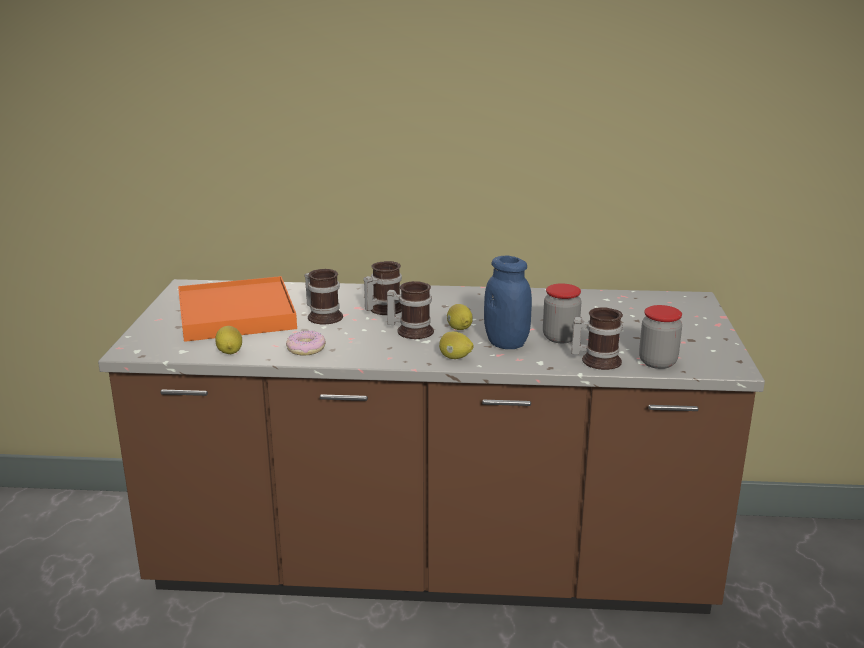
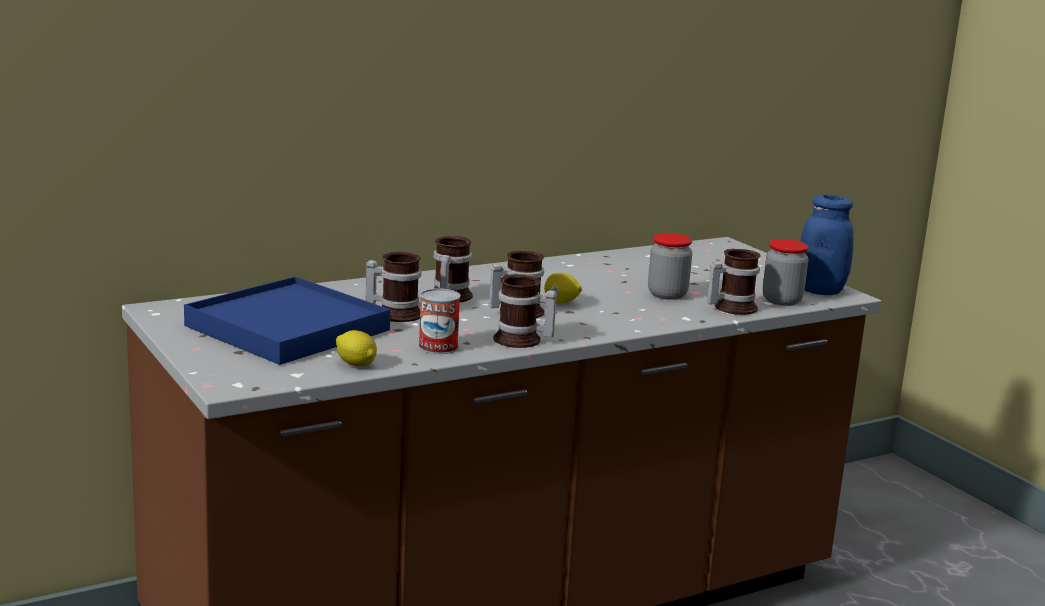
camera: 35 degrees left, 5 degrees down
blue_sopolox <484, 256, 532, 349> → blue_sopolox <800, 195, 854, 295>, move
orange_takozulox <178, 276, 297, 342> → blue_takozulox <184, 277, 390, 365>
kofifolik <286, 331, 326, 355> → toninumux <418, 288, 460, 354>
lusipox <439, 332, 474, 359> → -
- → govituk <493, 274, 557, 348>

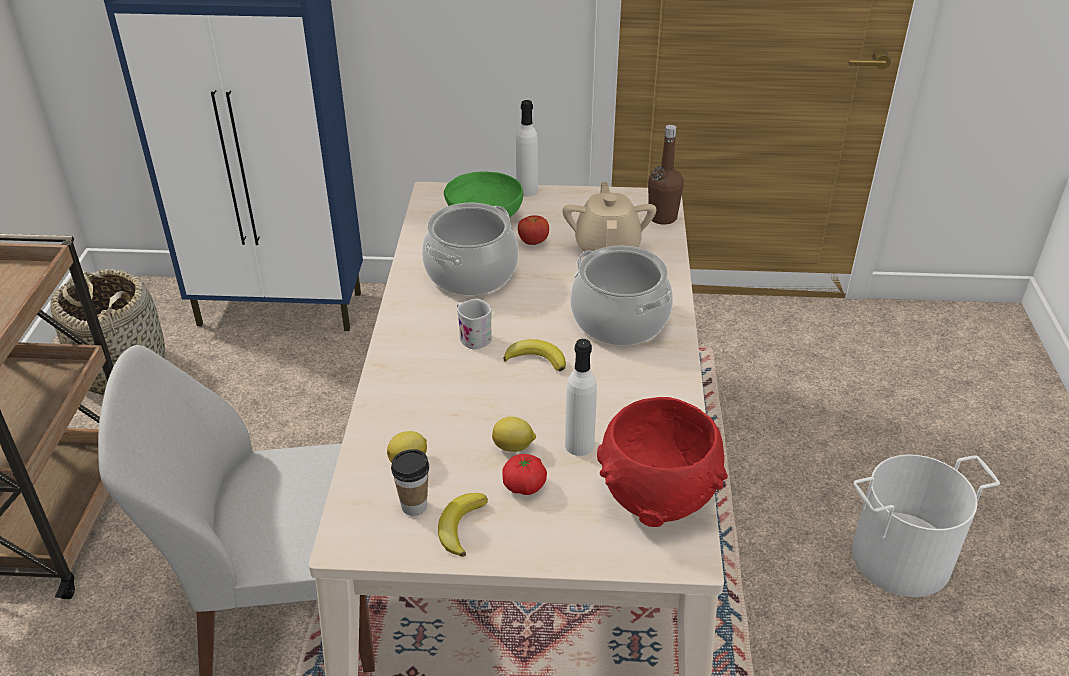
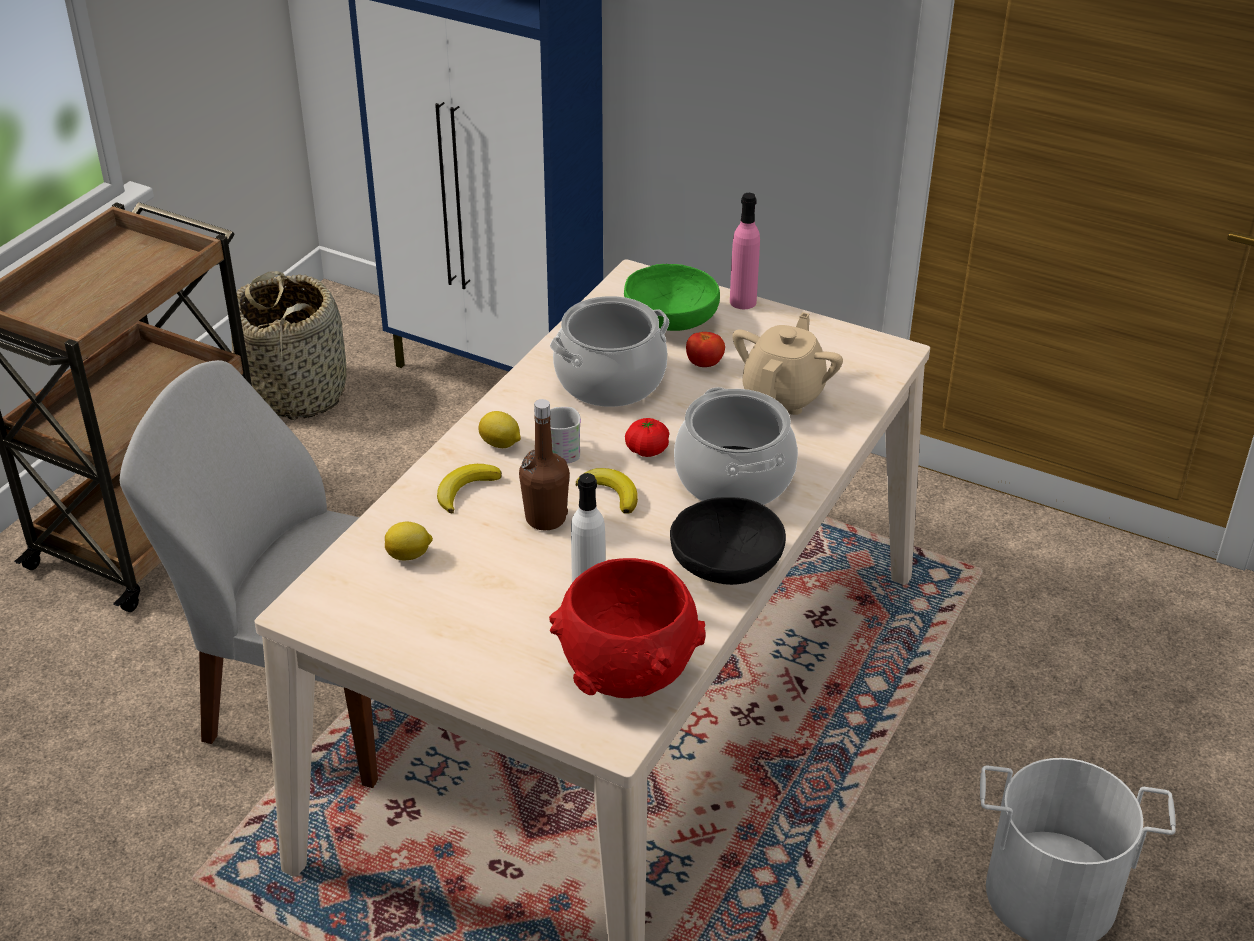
camera: 25 degrees right, 0 degrees up
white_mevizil <516, 100, 538, 197> → pink_mevizil <730, 193, 760, 309>
brown_mevizil <648, 125, 684, 225> → brown_mevizil <519, 399, 570, 530>, move
lusipox <492, 417, 536, 452> → lusipox <478, 411, 521, 448>, move
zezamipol <391, 449, 429, 516> → -
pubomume <502, 454, 547, 495> → pubomume <625, 418, 669, 457>, move
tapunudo <438, 493, 488, 557> → tapunudo <437, 464, 502, 513>, move
- → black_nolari <670, 497, 786, 585>

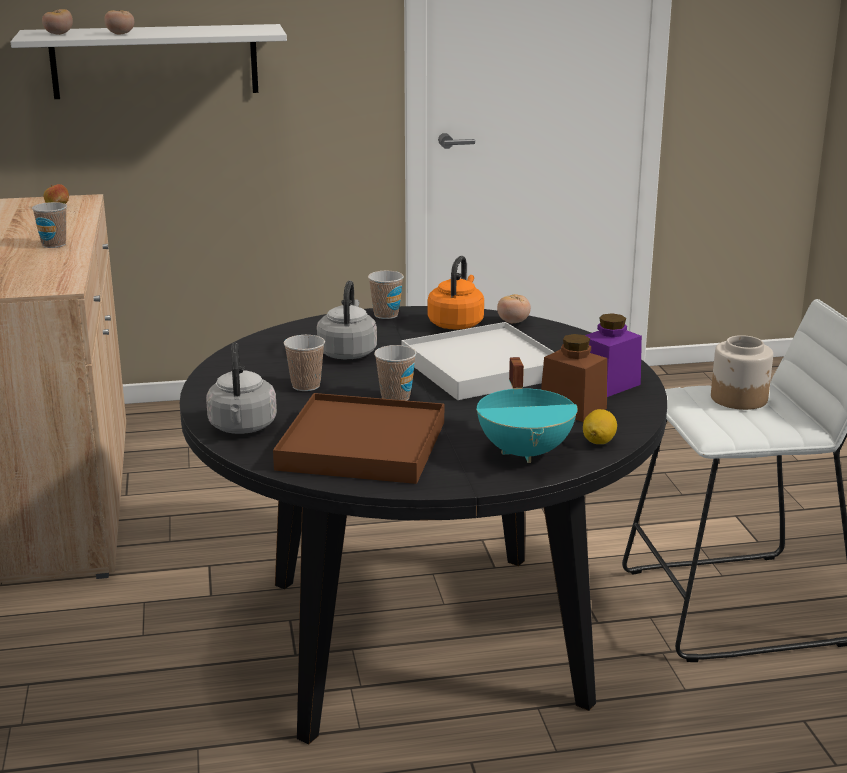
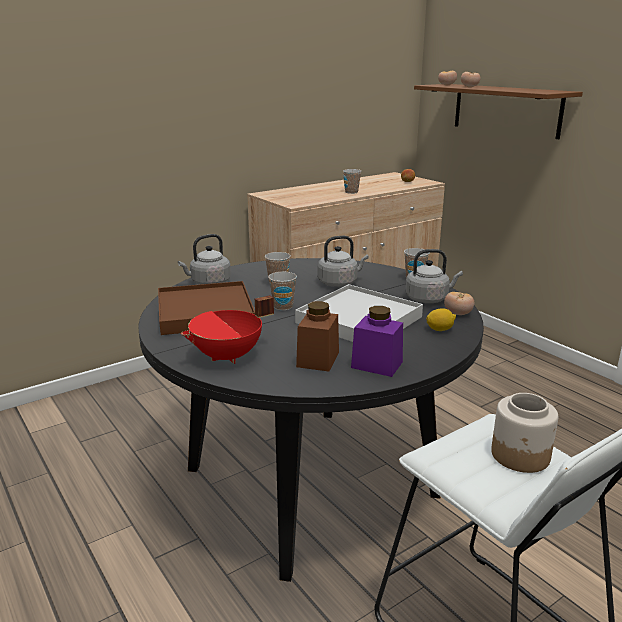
camera: 65 degrees right, 0 degrees up
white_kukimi <11, 24, 287, 99> → brown_kukimi <414, 84, 583, 139>
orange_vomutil <428, 256, 484, 330> → grey_vomutil <405, 249, 463, 303>
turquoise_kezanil <476, 357, 578, 463> → red_kezanil <181, 295, 274, 364>
lusipox <583, 409, 617, 444> → lusipox <426, 309, 456, 331>, move

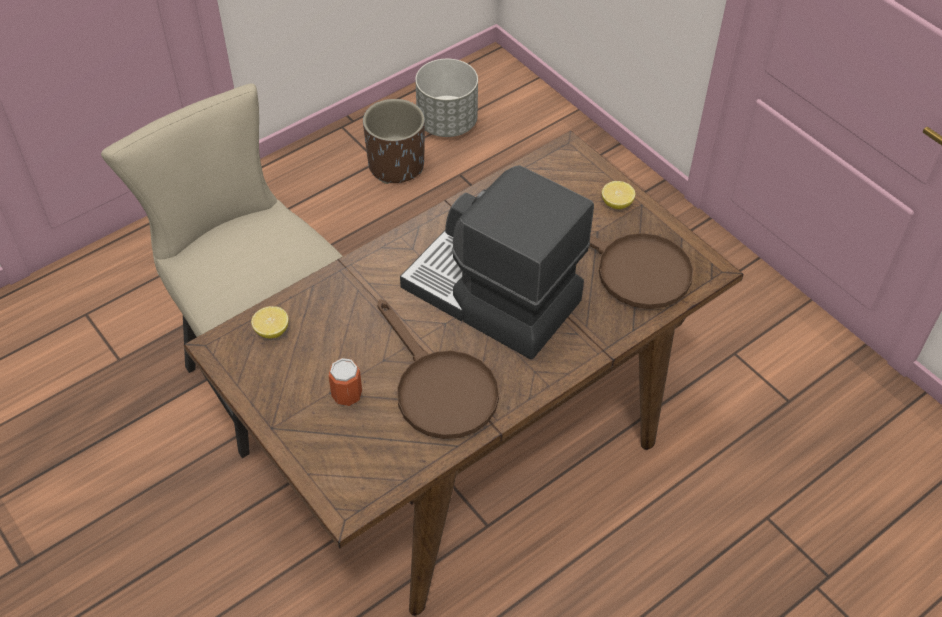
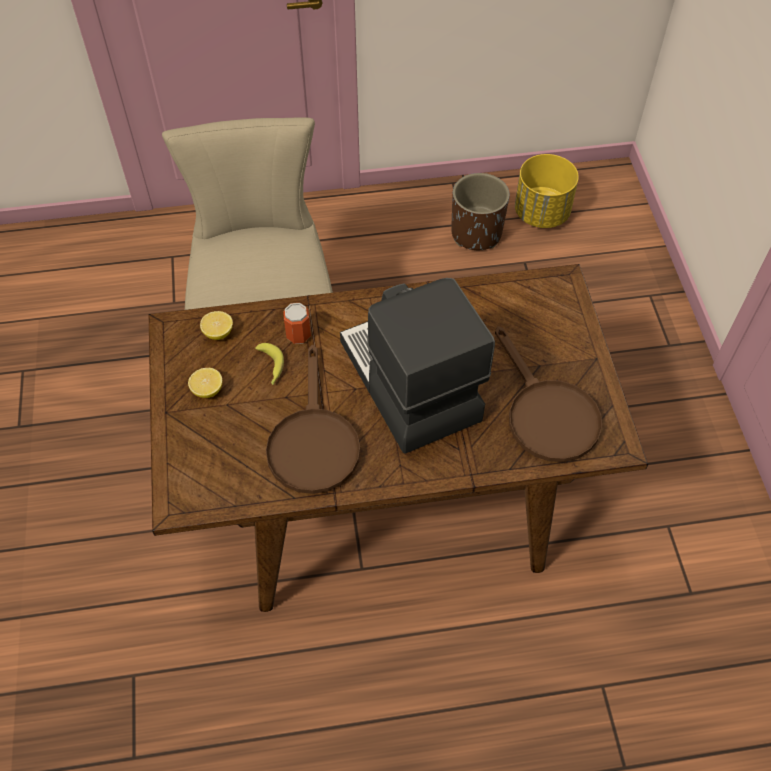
camera: 30 degrees right, 5 degrees up
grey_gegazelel <415, 59, 478, 137> → yellow_gegazelel <515, 154, 579, 228>
lusipox <602, 181, 635, 209> → lusipox <188, 368, 222, 398>, move
toninumux <329, 358, 362, 406> → toninumux <283, 303, 311, 344>, move
- → tapunudo <255, 343, 284, 385>

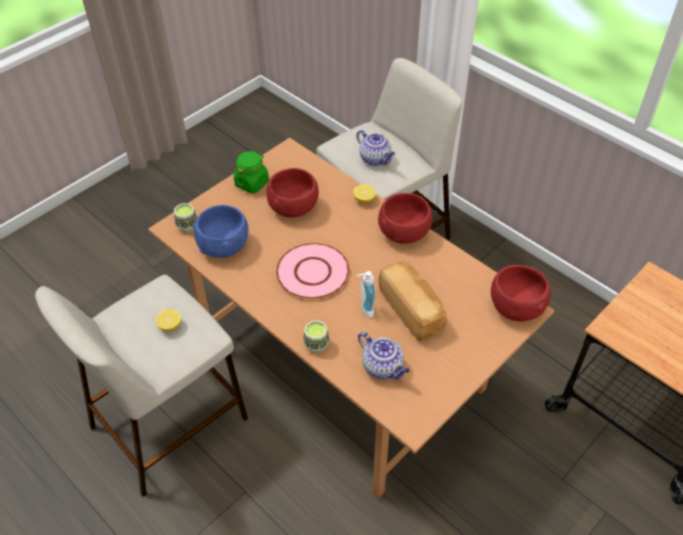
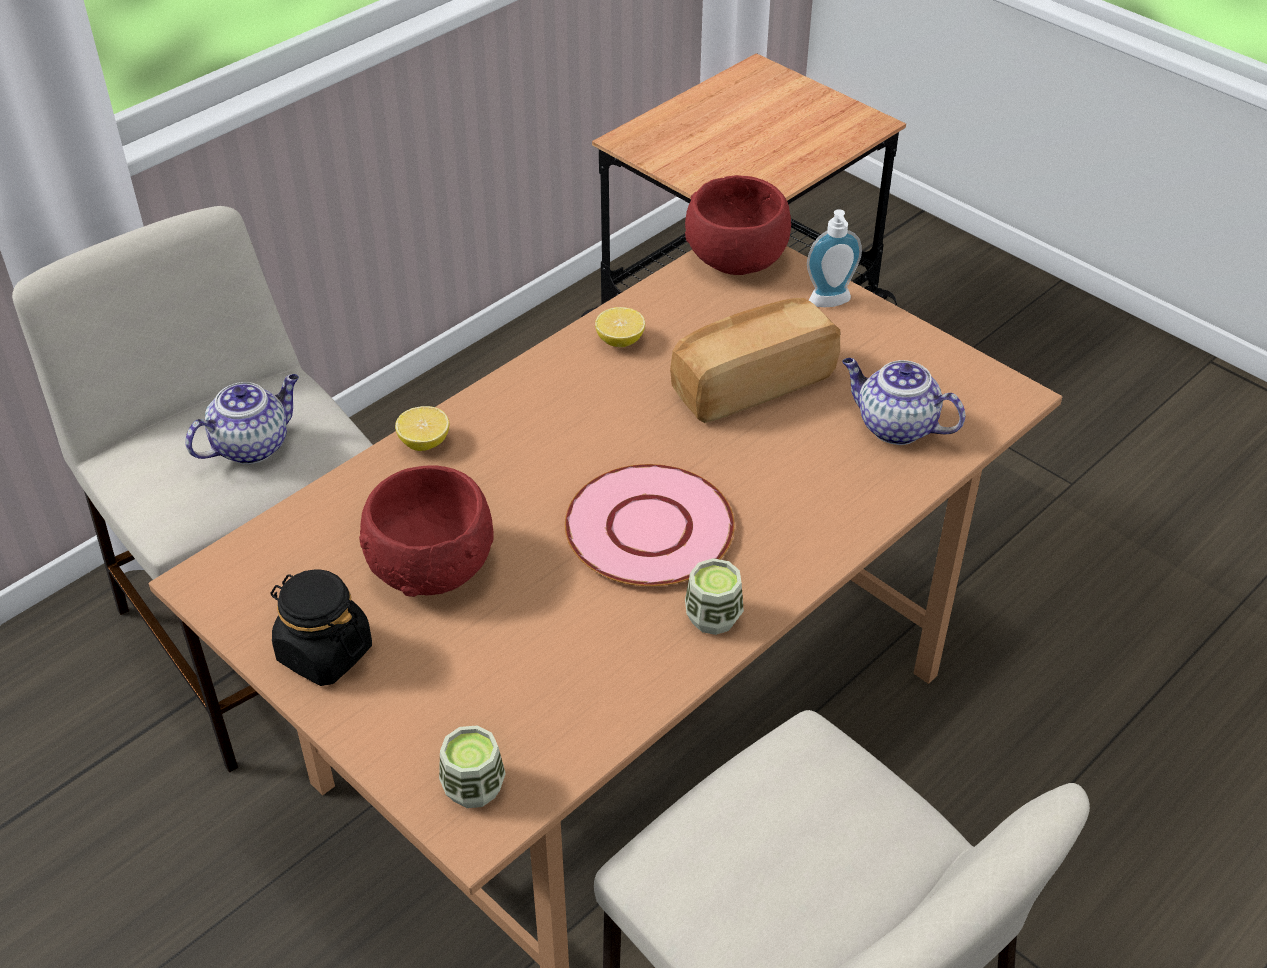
camera: 90 degrees left, 5 degrees down
green_sopolox <234, 151, 269, 194> → black_sopolox <271, 569, 372, 686>
red_nolari <378, 193, 432, 244> → -
blue_nolari <193, 205, 248, 258> → -
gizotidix <357, 271, 375, 318> → gizotidix <807, 209, 862, 307>, move
lusipox <156, 309, 181, 331> → lusipox <595, 307, 645, 347>, move
zezamipol <303, 320, 330, 353> → zezamipol <685, 558, 744, 635>, move
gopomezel <358, 332, 410, 380> → gopomezel <842, 358, 966, 445>, 105 degrees counterclockwise

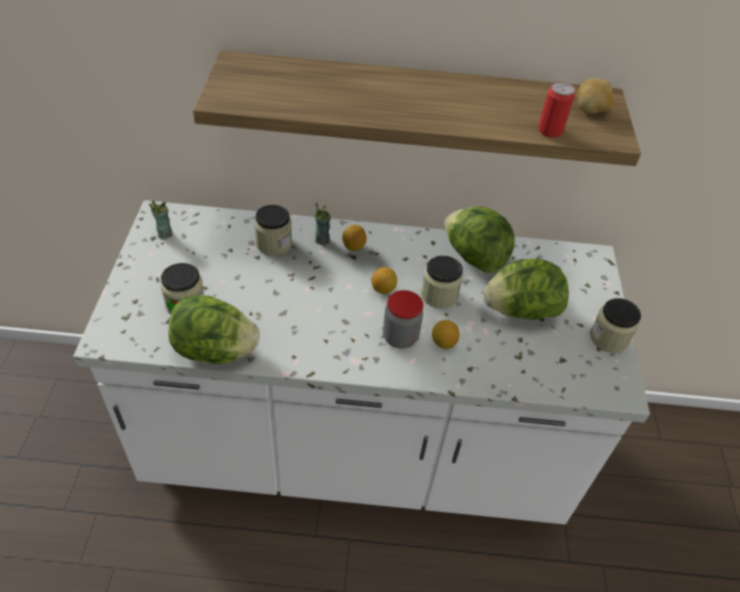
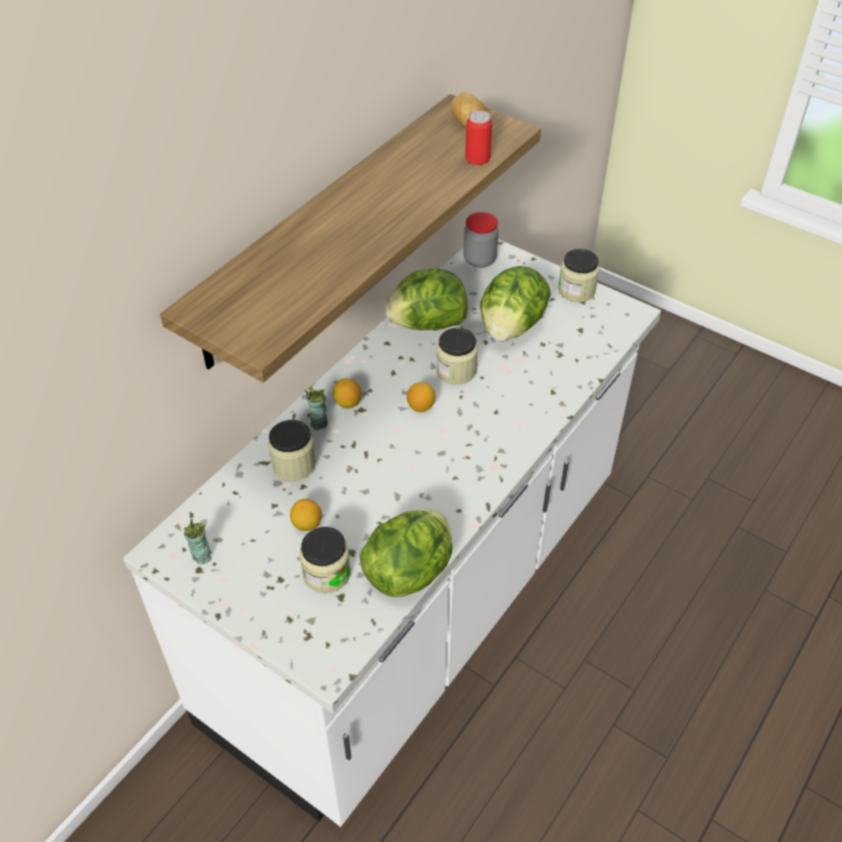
camera: 55 degrees left, 0 degrees up
sopolox <383, 290, 423, 349> → sopolox <464, 212, 499, 268>, move
lusipox <432, 320, 459, 349> → lusipox <290, 499, 322, 531>, move

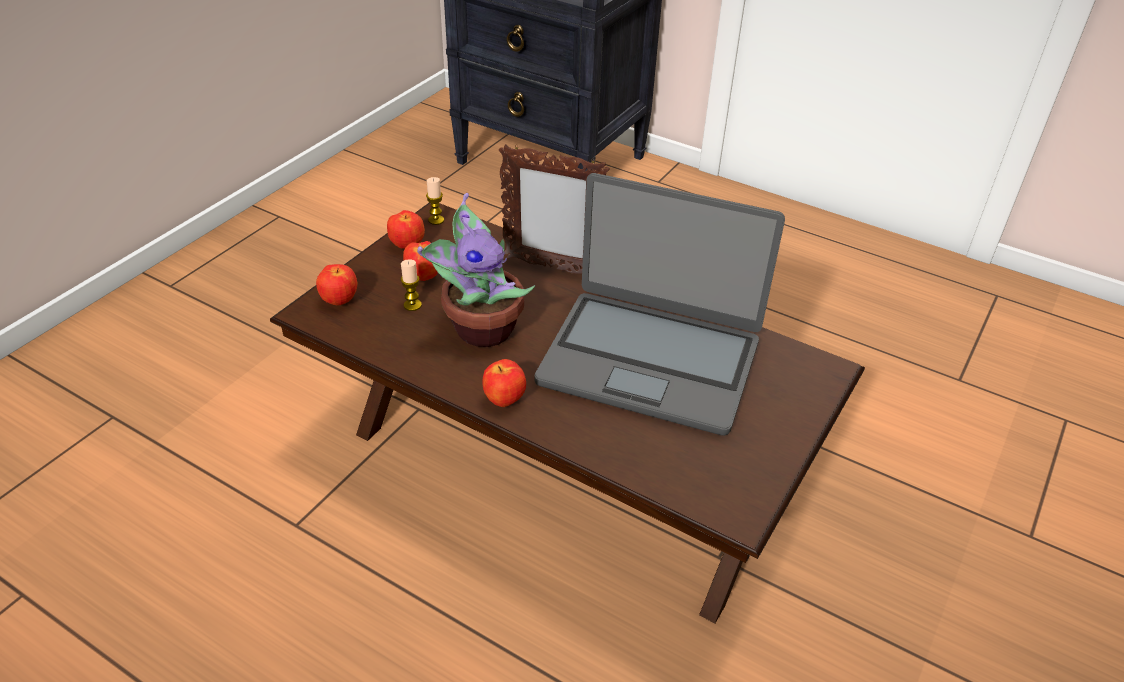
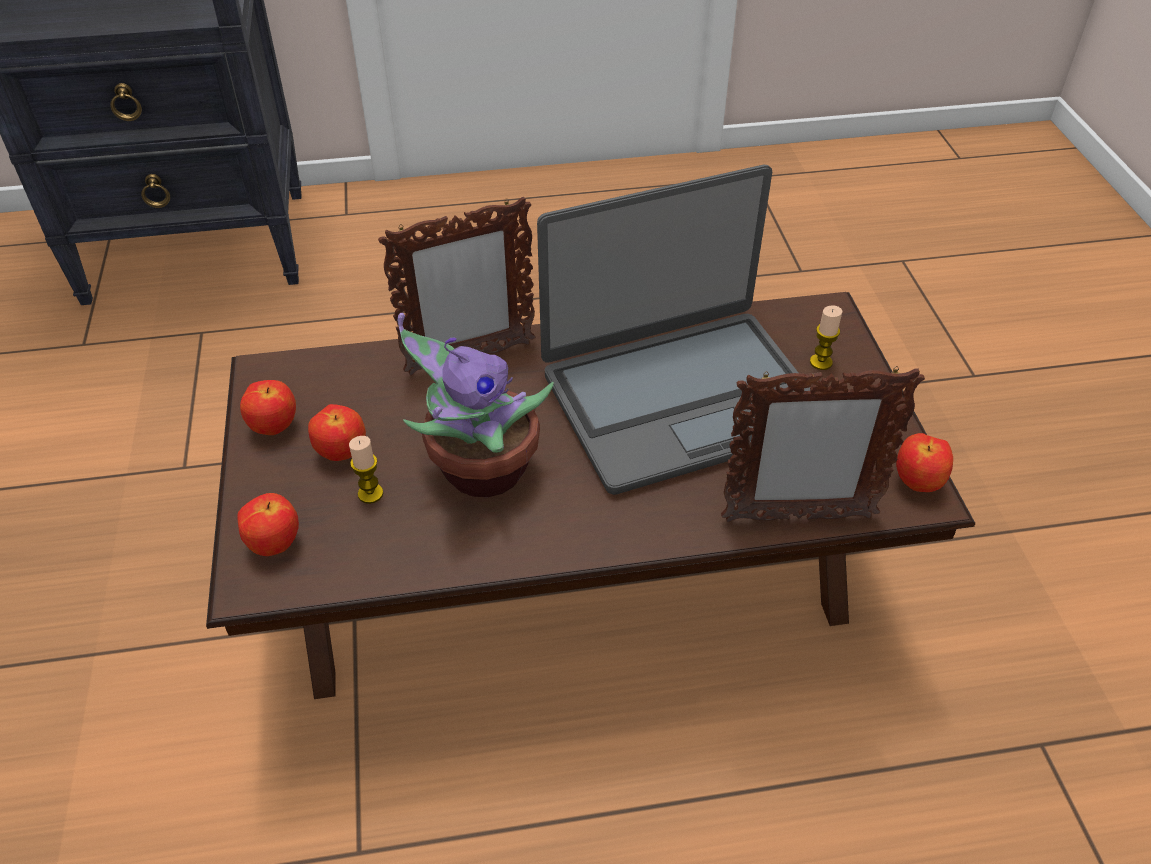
camera: 40 degrees left, 5 degrees up
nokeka <426, 177, 444, 225> → nokeka <810, 305, 842, 370>, move
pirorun <482, 359, 526, 407> → pirorun <896, 433, 953, 492>, move
- → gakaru <721, 366, 925, 522>

